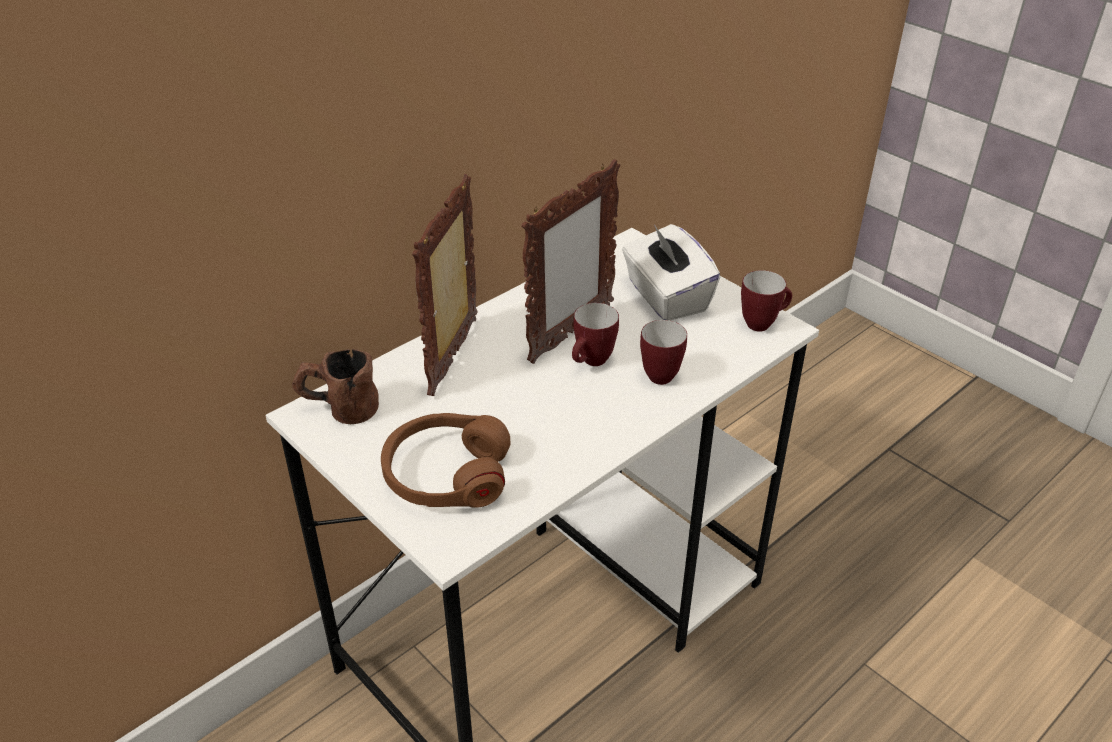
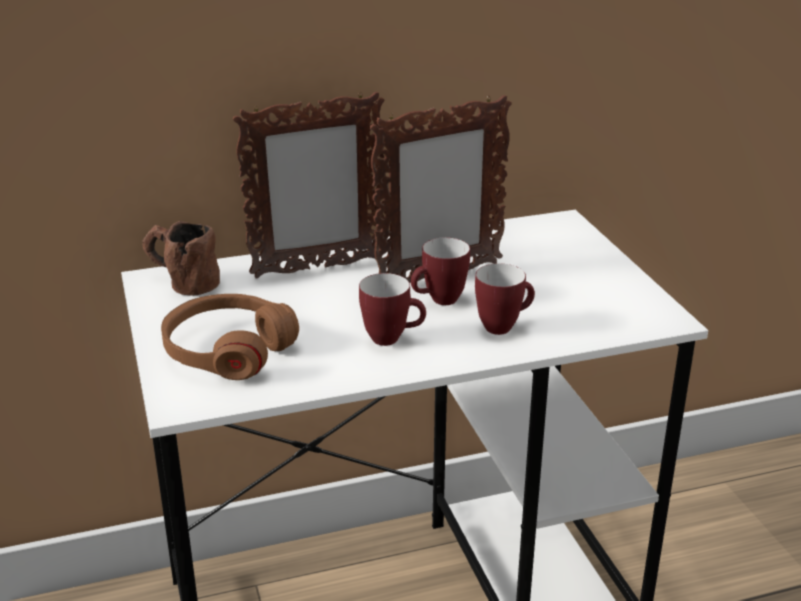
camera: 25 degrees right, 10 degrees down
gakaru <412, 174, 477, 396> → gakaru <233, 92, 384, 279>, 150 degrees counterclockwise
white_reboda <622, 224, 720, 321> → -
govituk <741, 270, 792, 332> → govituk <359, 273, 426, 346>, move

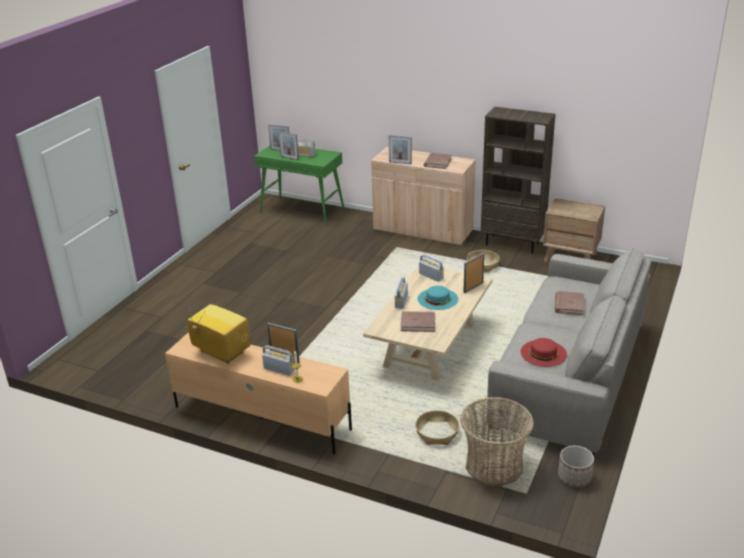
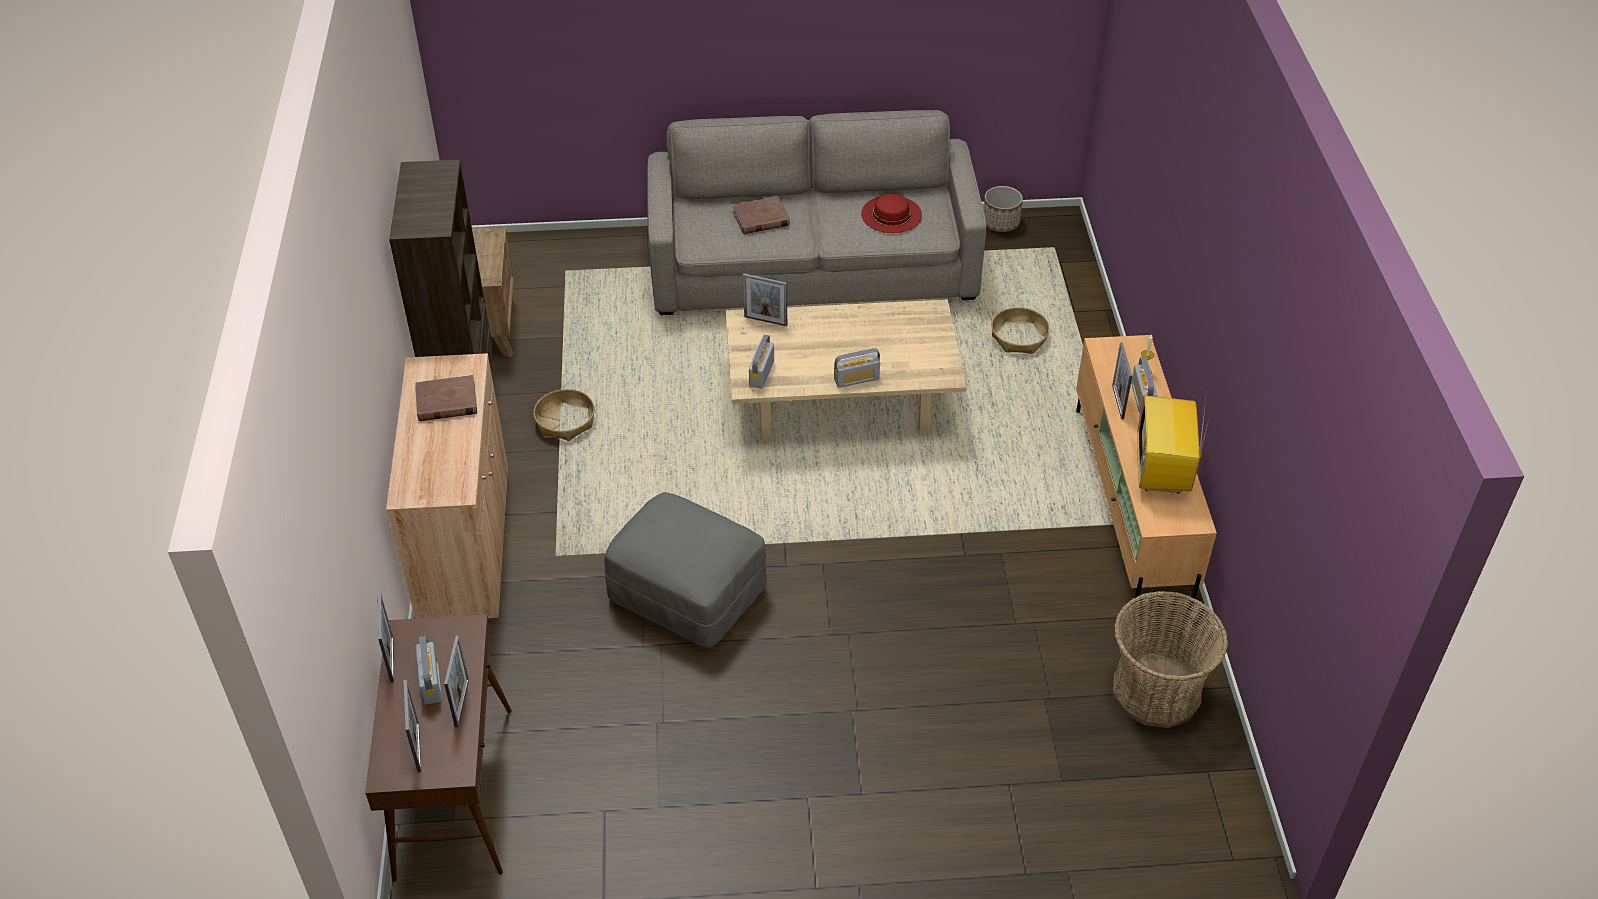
camera: 120 degrees left, 15 degrees up
gakaru <389, 135, 412, 165> → gakaru <378, 593, 394, 683>, move
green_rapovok <254, 145, 344, 225> → brown_rapovok <365, 614, 512, 882>
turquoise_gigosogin <418, 286, 458, 310> → -
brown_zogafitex <400, 311, 435, 332> → -
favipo <460, 397, 534, 487> → favipo <1113, 591, 1228, 728>, move
- → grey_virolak <604, 492, 767, 648>

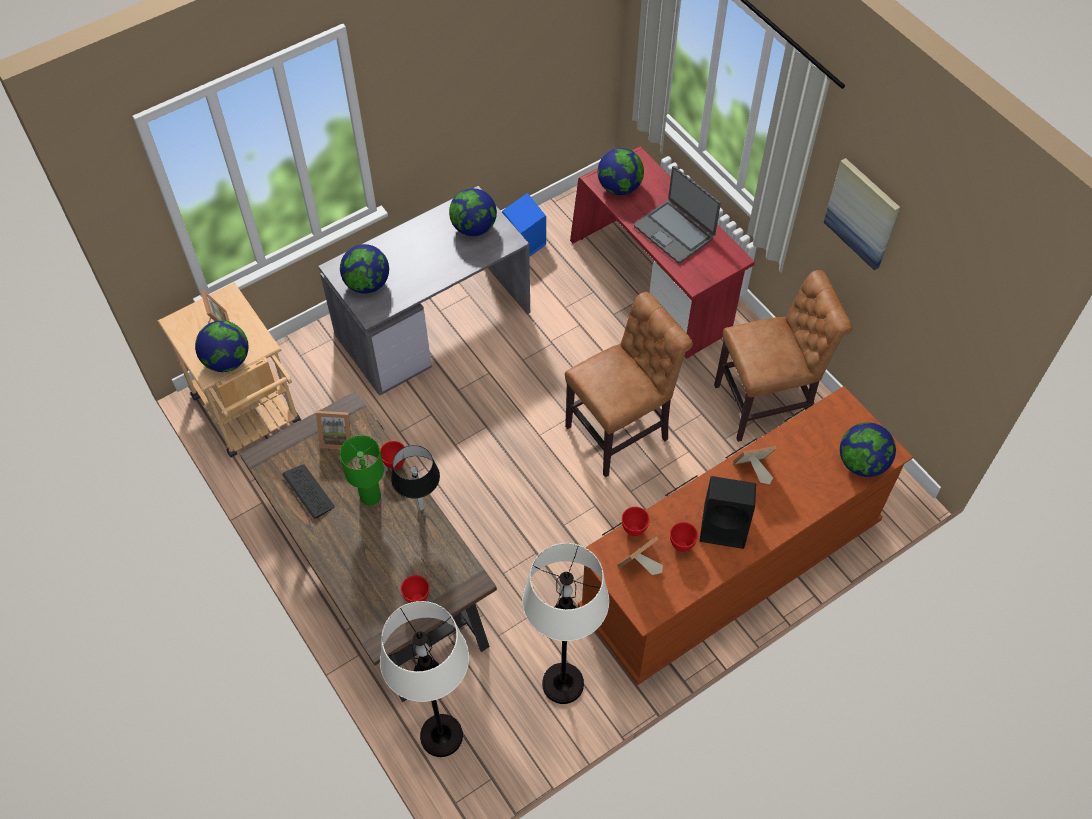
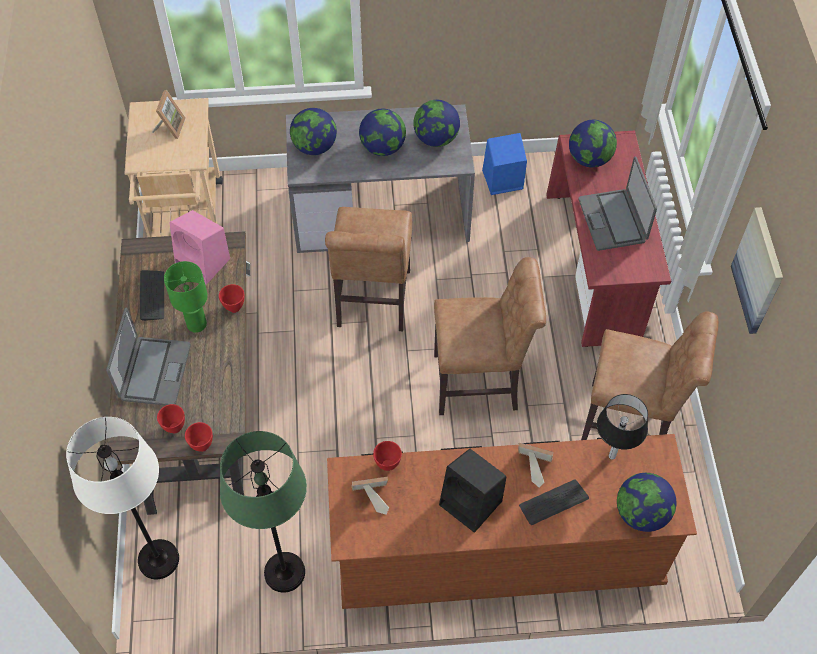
camera: 30 degrees right, 0 degrees up
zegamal <195, 320, 248, 372> → zegamal <359, 109, 406, 156>, move
gakaru <316, 411, 351, 449> → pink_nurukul <169, 210, 230, 285>
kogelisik <391, 445, 440, 510> → kogelisik <597, 394, 648, 460>, move
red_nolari <670, 522, 698, 552> → red_nolari <185, 422, 213, 452>, move
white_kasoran <522, 543, 609, 704> → green_kasoran <220, 431, 307, 592>
- → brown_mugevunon <325, 207, 412, 331>
- → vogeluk <106, 308, 191, 405>
- → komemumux <519, 480, 589, 525>

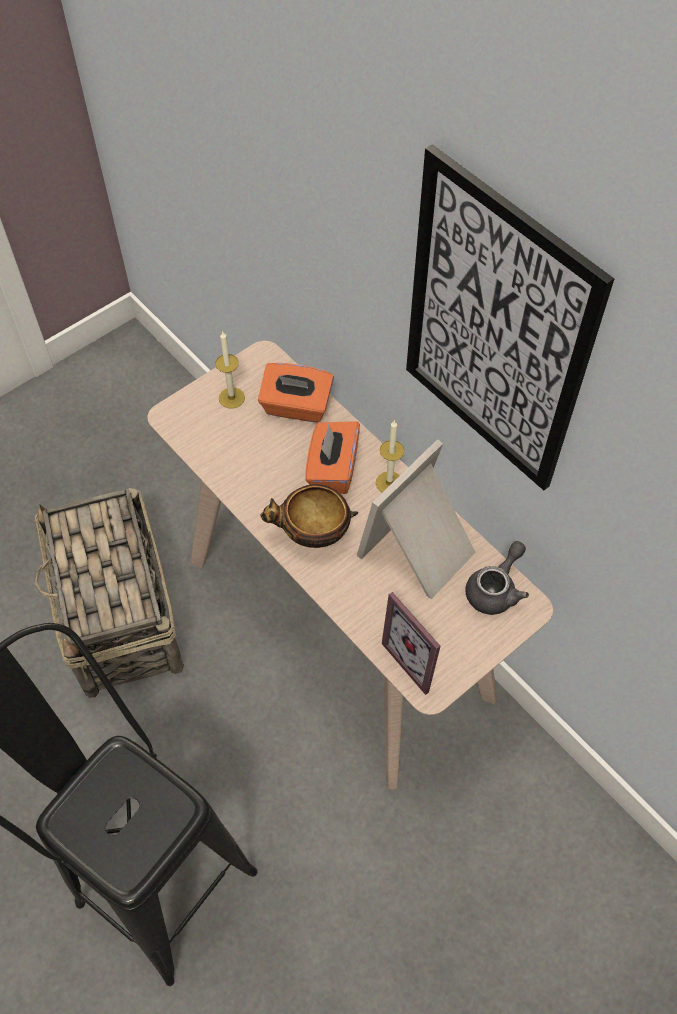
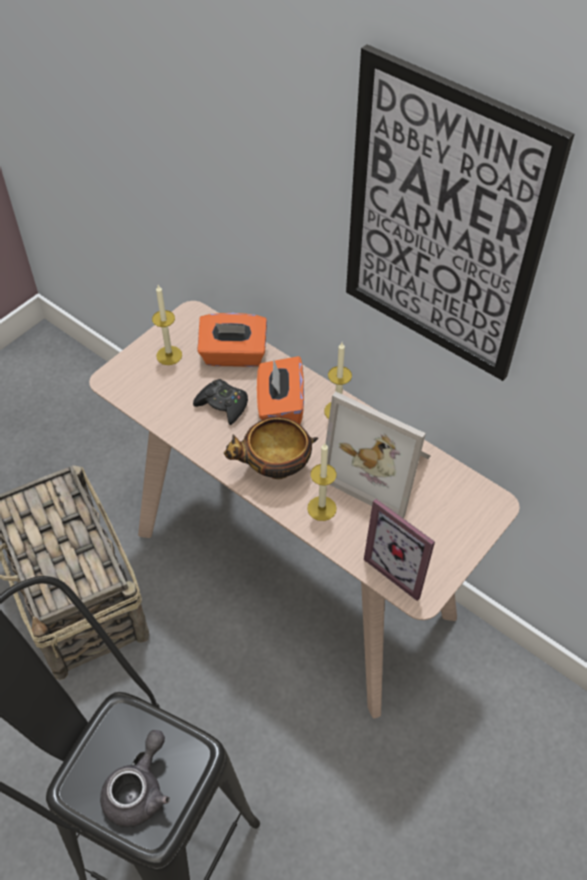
camera: 10 degrees left, 5 degrees down
gakaru <357, 439, 475, 599> → gakaru <326, 392, 430, 518>, 90 degrees counterclockwise
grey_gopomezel <465, 541, 529, 615> → grey_gopomezel <100, 730, 170, 827>, move
- → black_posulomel <193, 379, 248, 425>
- → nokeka <308, 443, 336, 521>

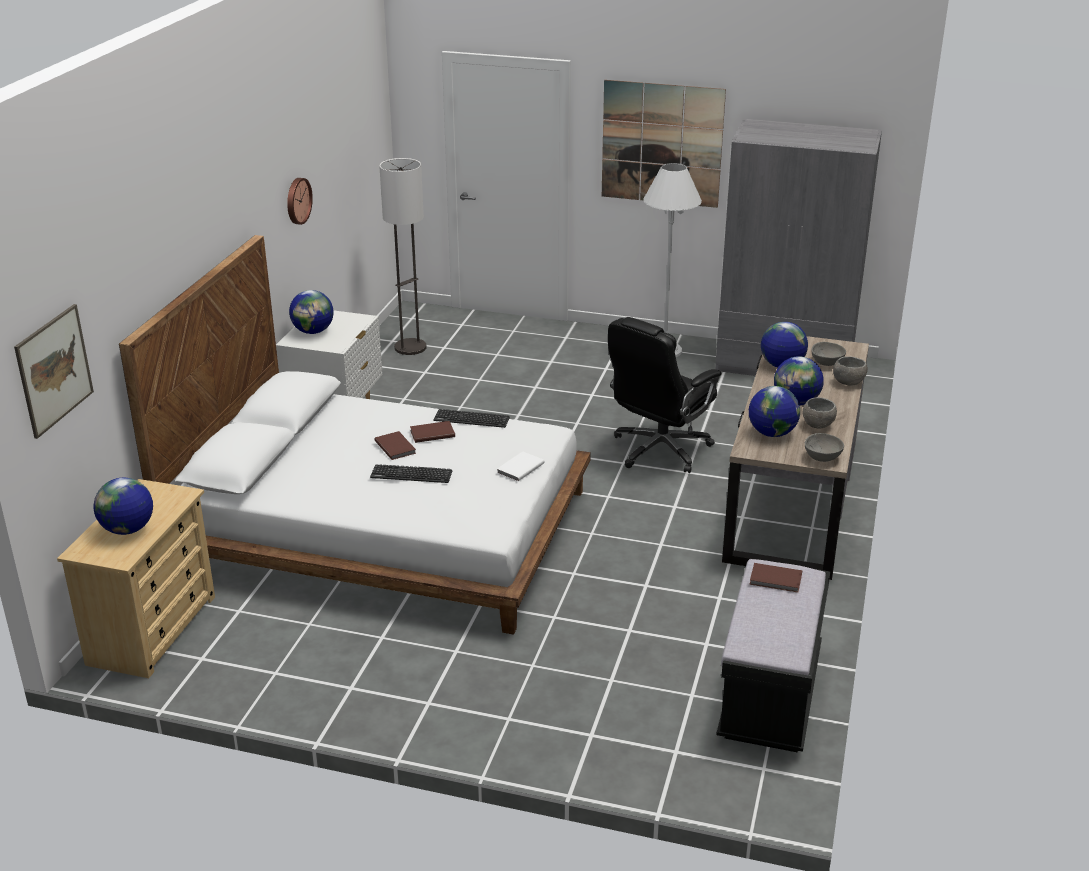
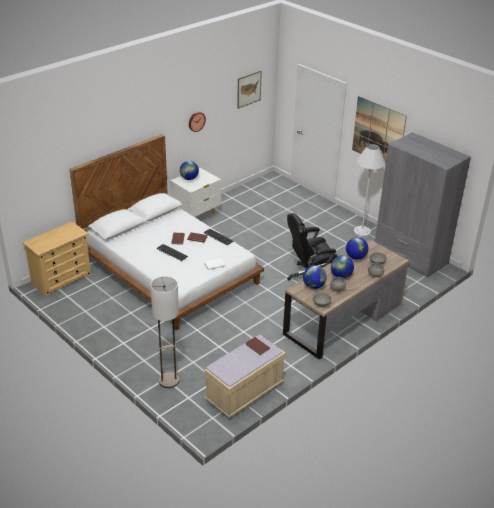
camera: 30 degrees right, 5 degrees up
kasoran <379, 158, 427, 355> → kasoran <150, 276, 179, 388>, move
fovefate <14, 304, 94, 439> → fovefate <237, 71, 262, 109>, move
zegamal <93, 478, 153, 535> → -
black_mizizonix <716, 559, 830, 753> → beige_mizizonix <204, 335, 285, 418>

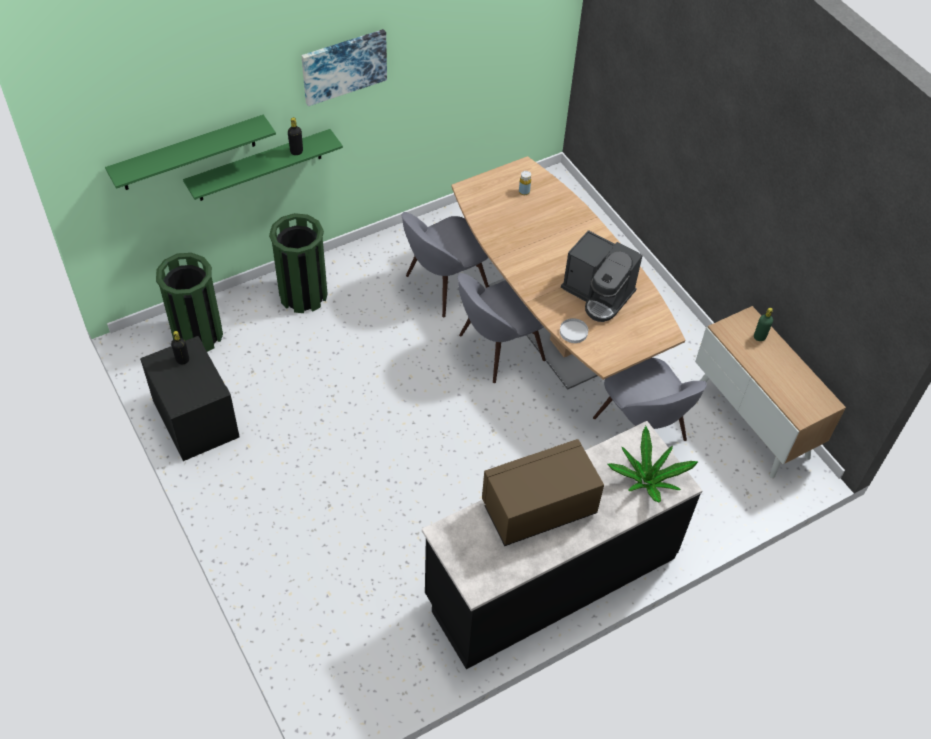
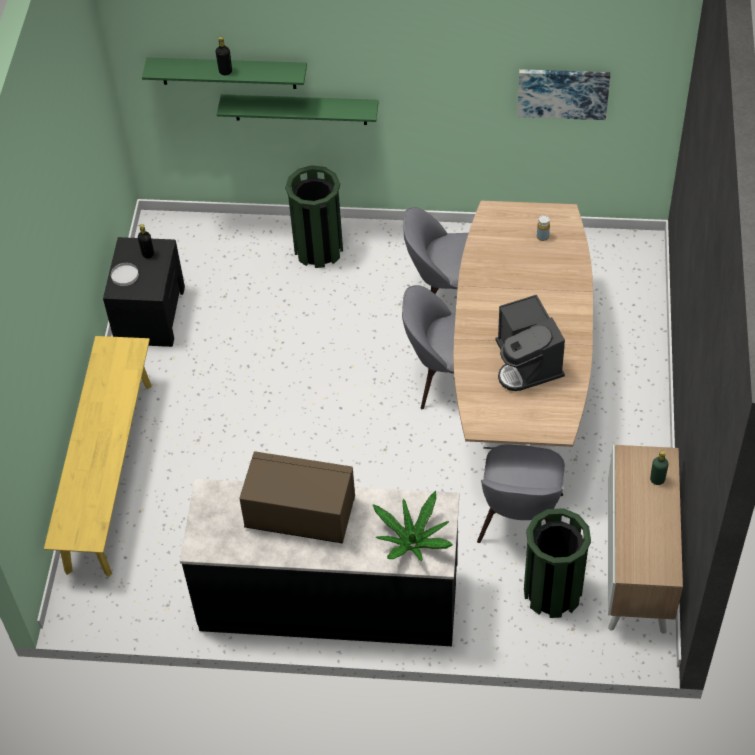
camera: 40 degrees right, 0 degrees up
fovefate <301, 29, 387, 106> → fovefate <517, 69, 610, 120>, move
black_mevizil <288, 117, 303, 155> → black_mevizil <216, 37, 232, 75>, move
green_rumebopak <156, 253, 223, 352> → green_rumebopak <524, 508, 591, 618>, move
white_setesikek <560, 318, 588, 343> → white_setesikek <111, 263, 139, 286>, move
- → yellow_mizizonix <44, 336, 152, 577>

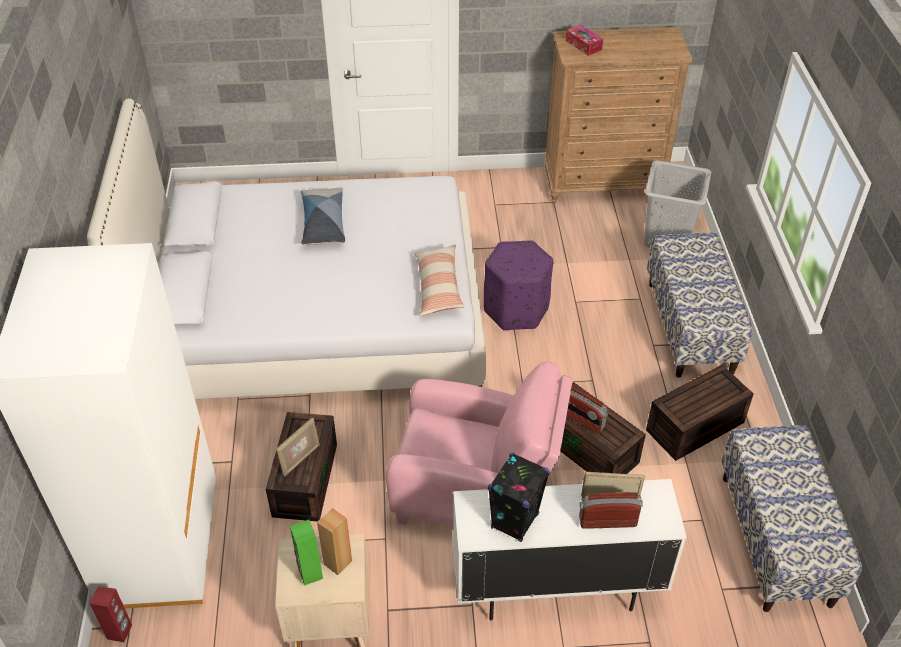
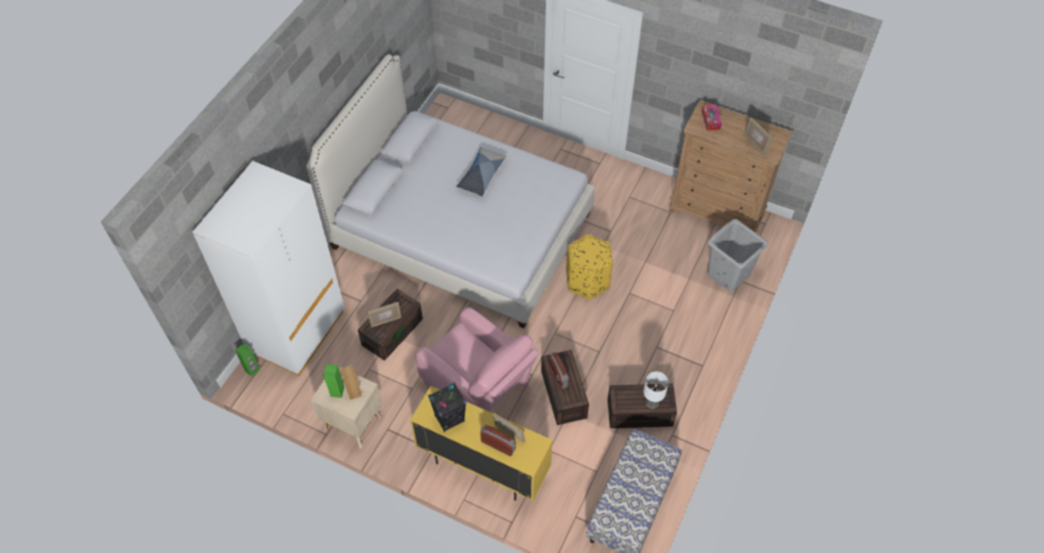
camera: 30 degrees right, 10 degrees up
mizizonix <647, 233, 753, 378> → -
purple_virolak <484, 240, 554, 330> → yellow_virolak <566, 235, 613, 300>
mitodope <414, 244, 465, 316> → -
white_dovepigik <453, 479, 687, 620> → yellow_dovepigik <410, 386, 553, 501>
red_nurukul <90, 586, 132, 642> → green_nurukul <235, 343, 260, 377>
- → gakaru <743, 117, 773, 155>
- → kogelisik <643, 371, 669, 409>

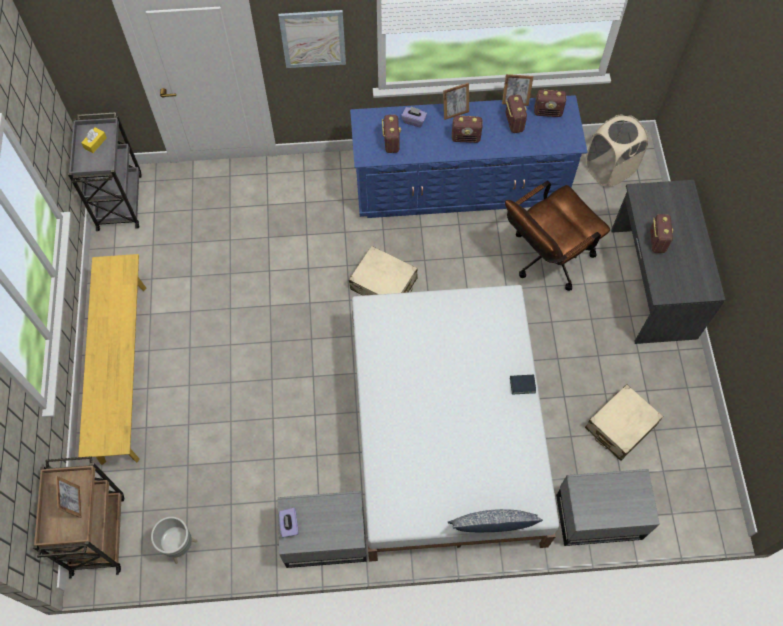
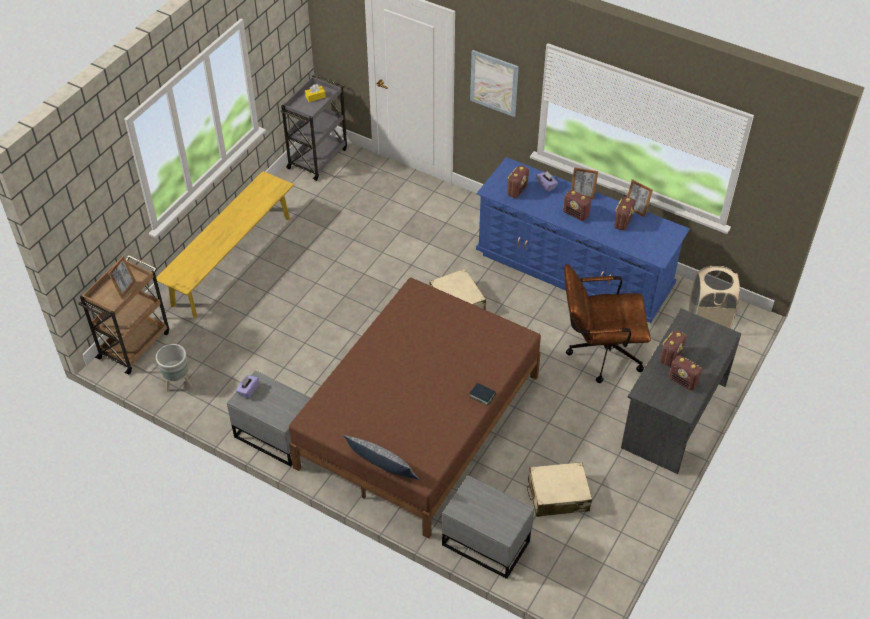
camera: 35 degrees right, 15 degrees down
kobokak <534, 90, 566, 117> → kobokak <669, 355, 702, 390>, move
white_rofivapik <352, 285, 559, 562> → brown_rofivapik <289, 278, 541, 538>

